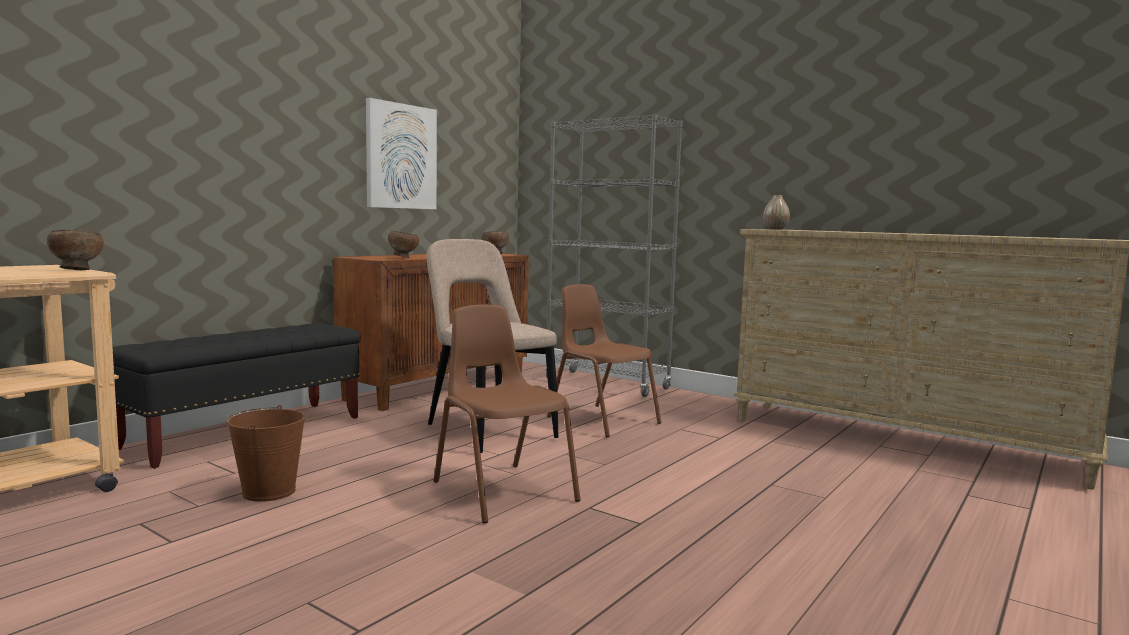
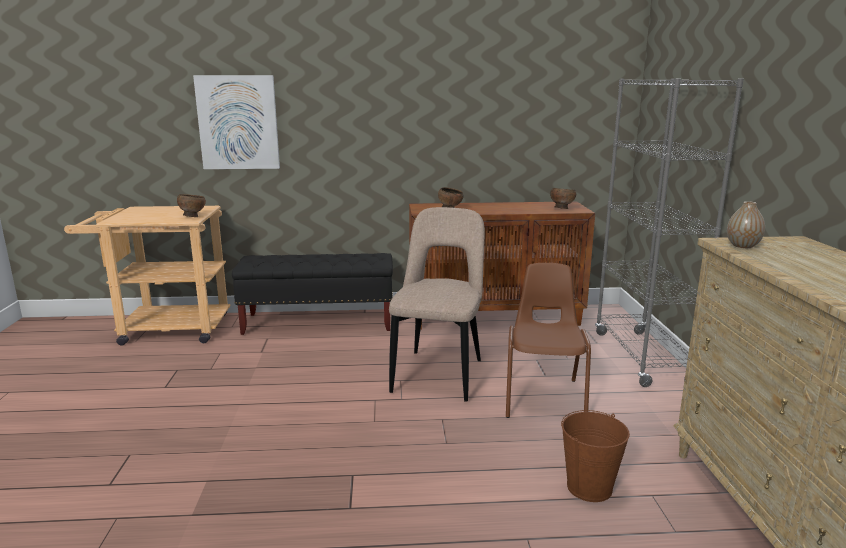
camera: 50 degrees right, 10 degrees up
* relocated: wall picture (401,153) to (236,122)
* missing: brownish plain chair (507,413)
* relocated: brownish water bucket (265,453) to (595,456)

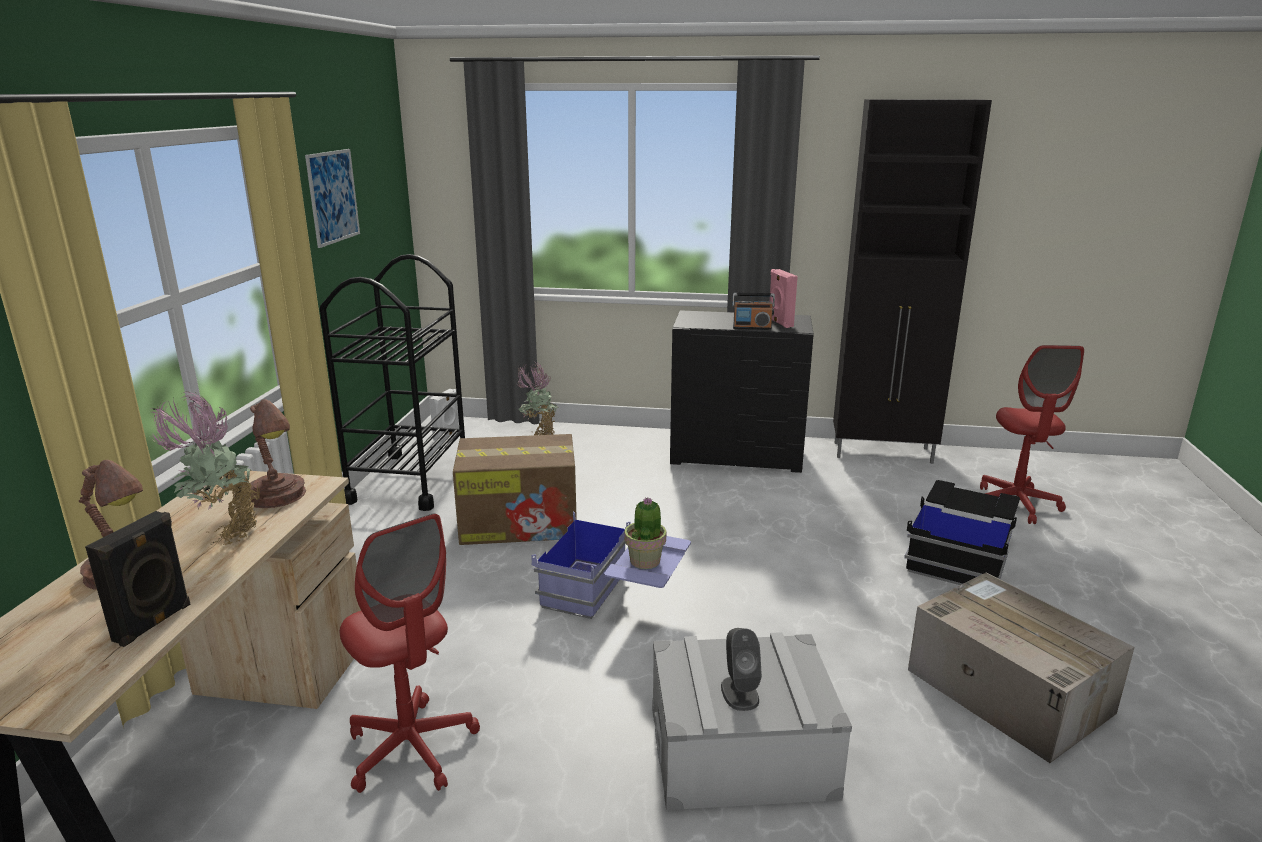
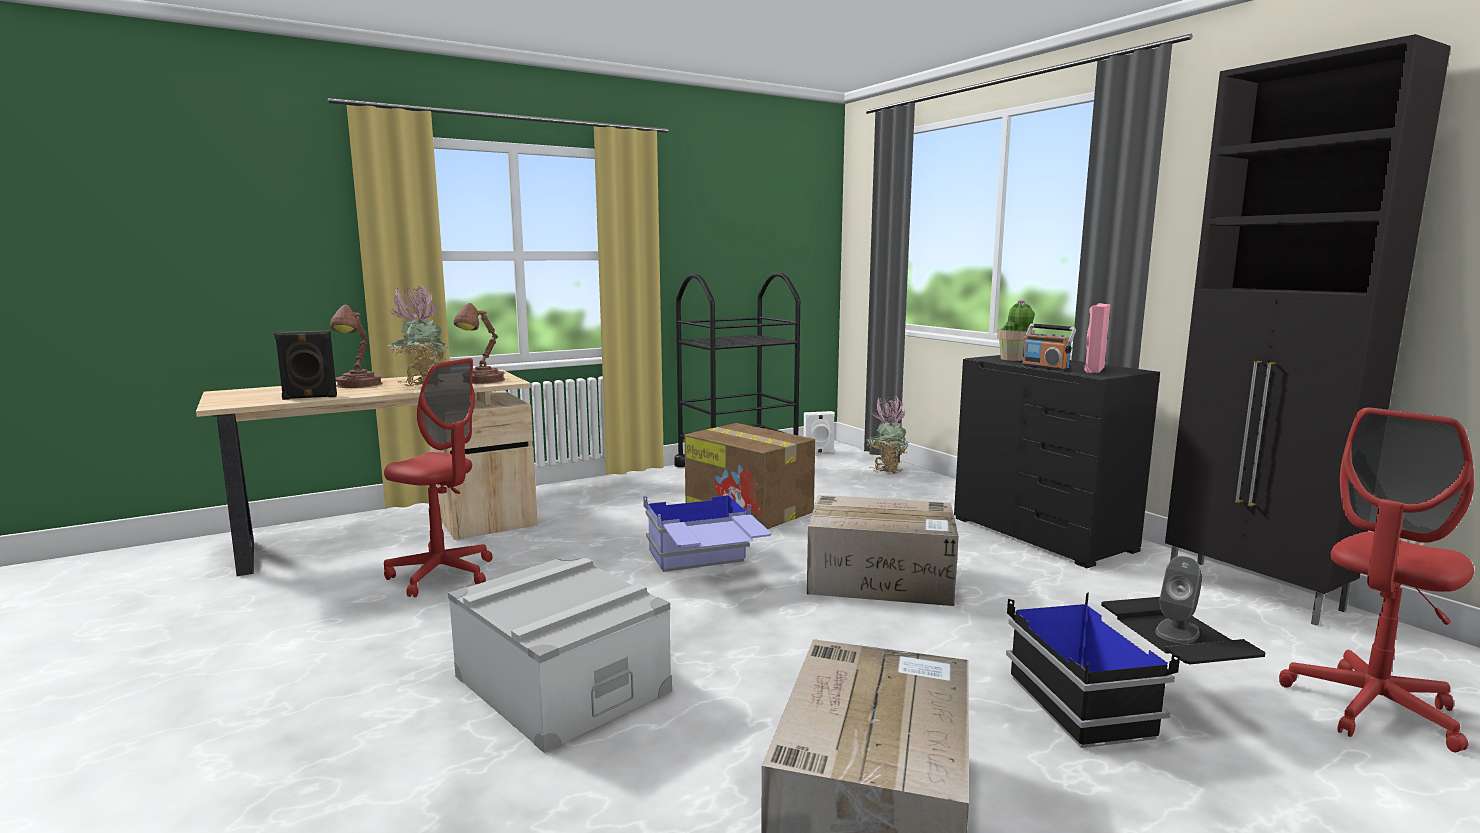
camera: 50 degrees right, 10 degrees down
* missing: wall picture (332,198)
* relocated: houseplant (645,533) to (1016,330)
* spun: red desk chair (410,653) = (438,477) 75 degrees counterclockwise
* relocated: grey speaker (741,669) to (1178,600)
* appeared: cardboard box (883,550)

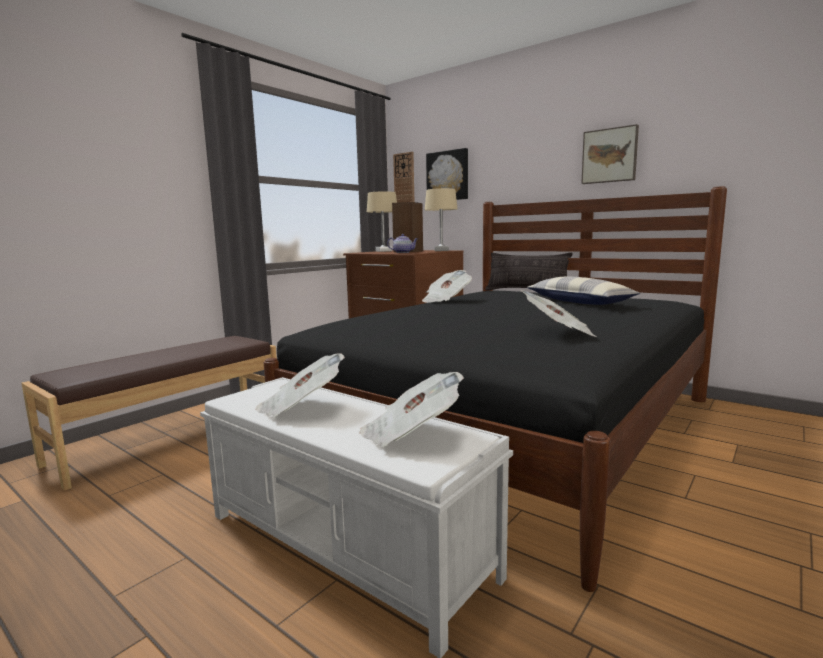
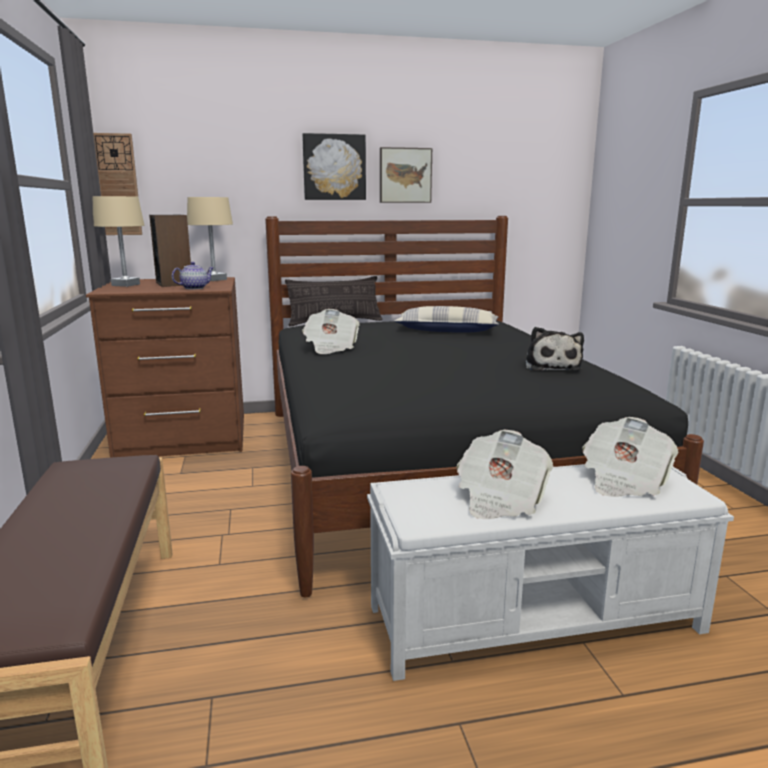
camera: 50 degrees left, 5 degrees up
* relocated: wall picture (447,174) to (334,166)
* exchanged: daily paper (558,313) to plush toy (554,349)

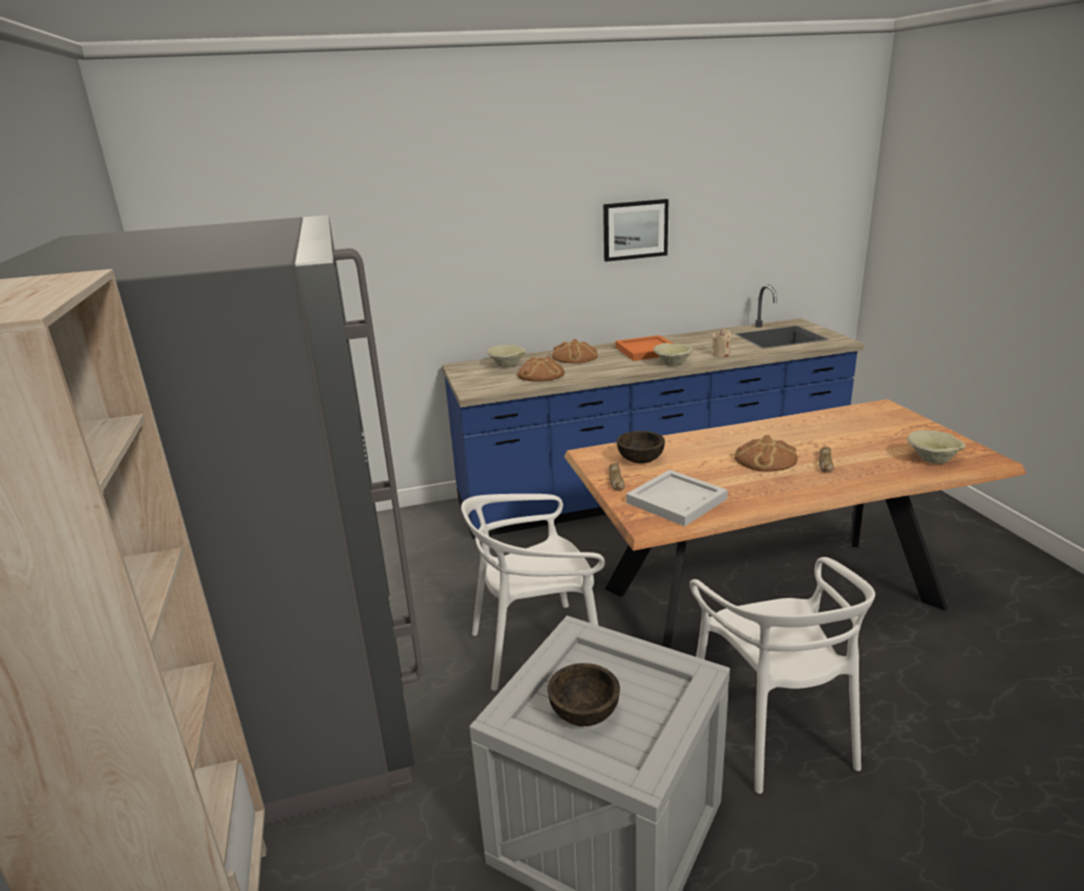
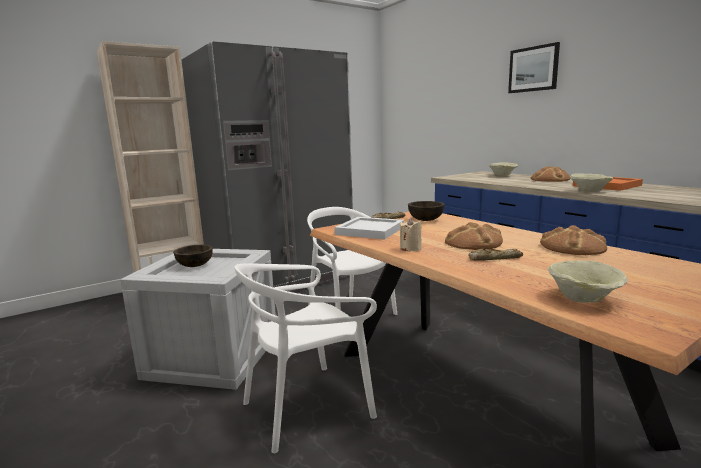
camera: 70 degrees right, 10 degrees down
* relocated: wall picture (636,230) to (534,67)
* relocated: beige-coloured wax light (721,343) to (411,234)
* relocated: bread (541,369) to (573,240)

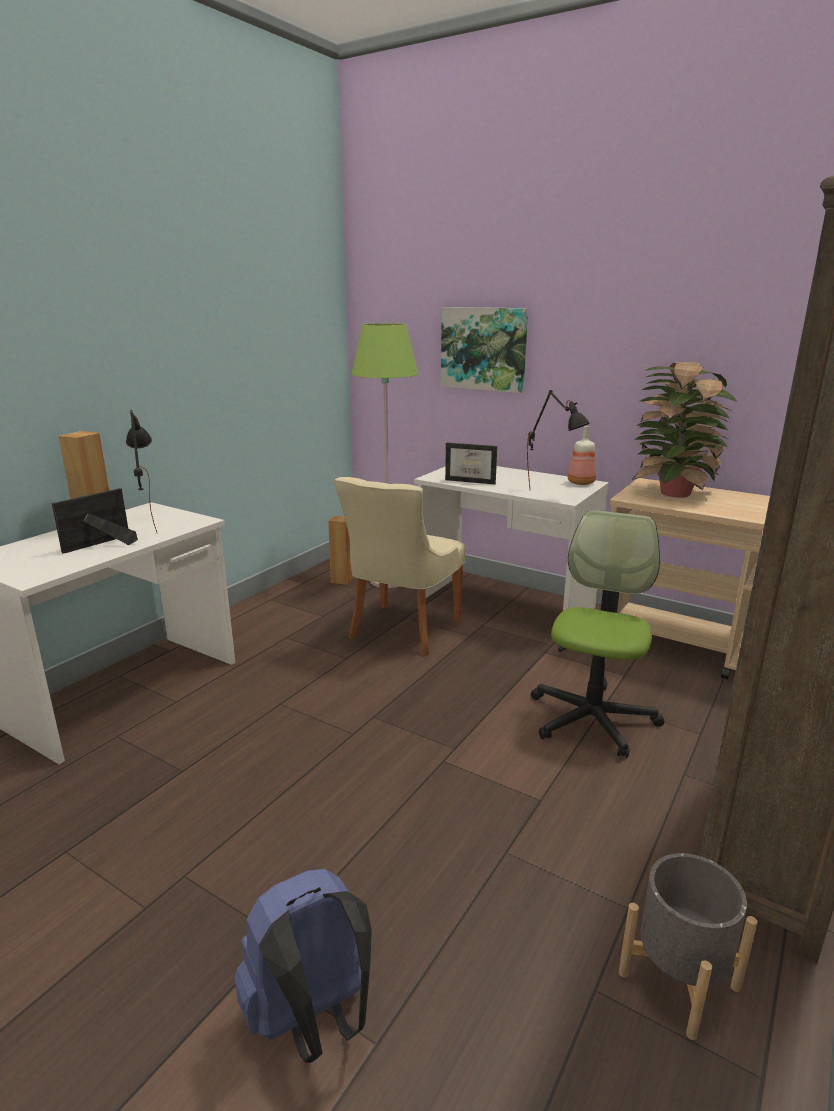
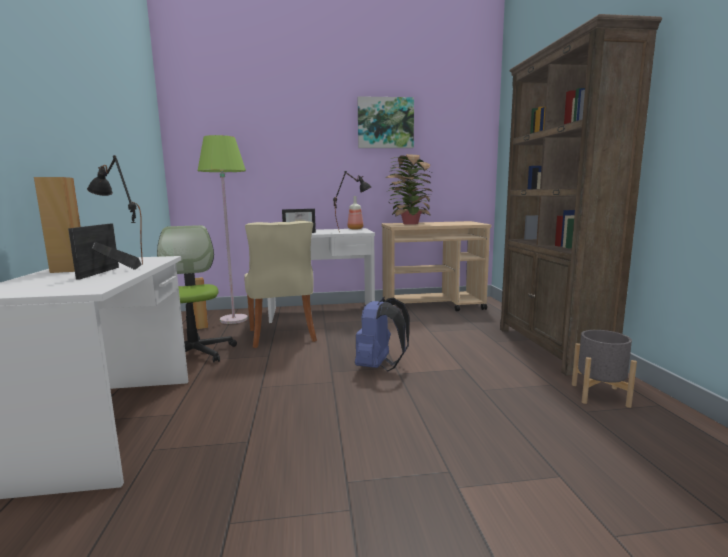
camera: 40 degrees left, 10 degrees down
* relocated: wall picture (484,350) to (385,122)
* relocated: desk chair (597,634) to (197,293)
* relocated: blue-coloured rucksack (303,966) to (382,334)

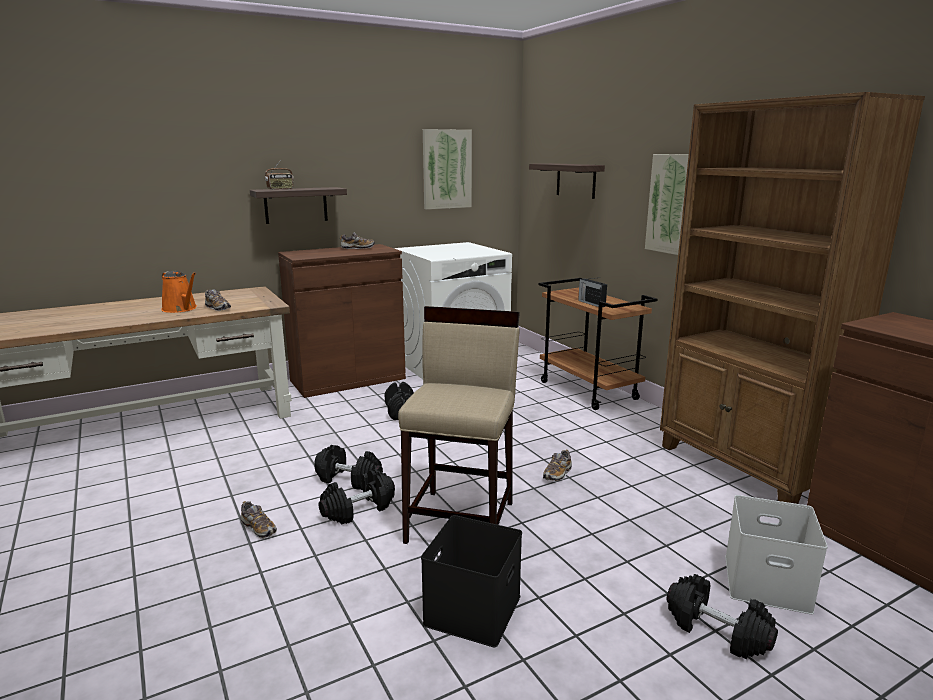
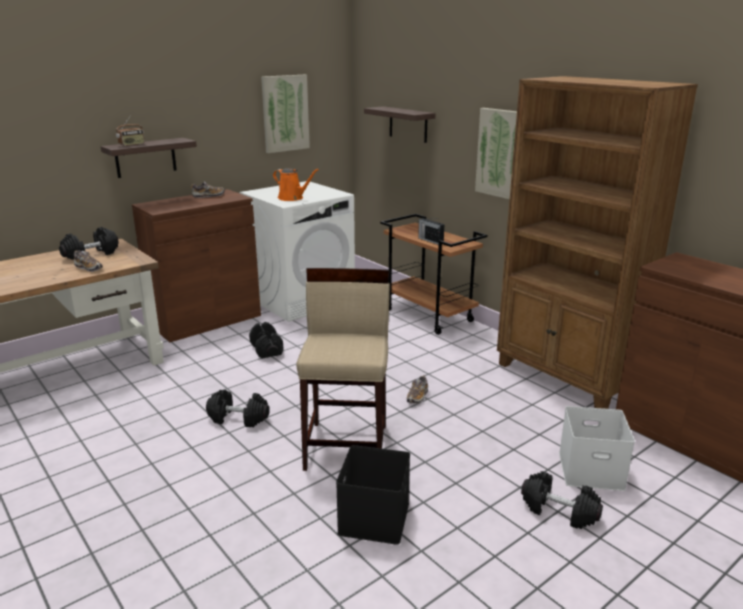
camera: 10 degrees left, 5 degrees up
* relocated: orangey watering pot (179,292) to (296,184)
* relocated: black free weight (357,496) to (89,243)
* missing: item of footwear (259,520)

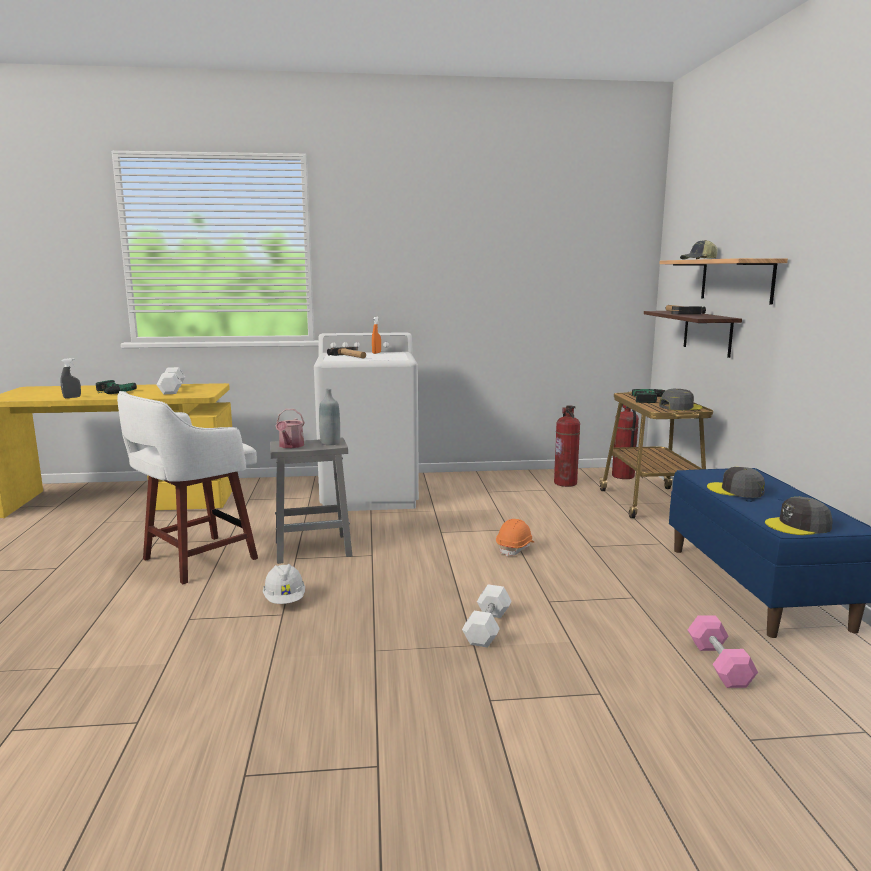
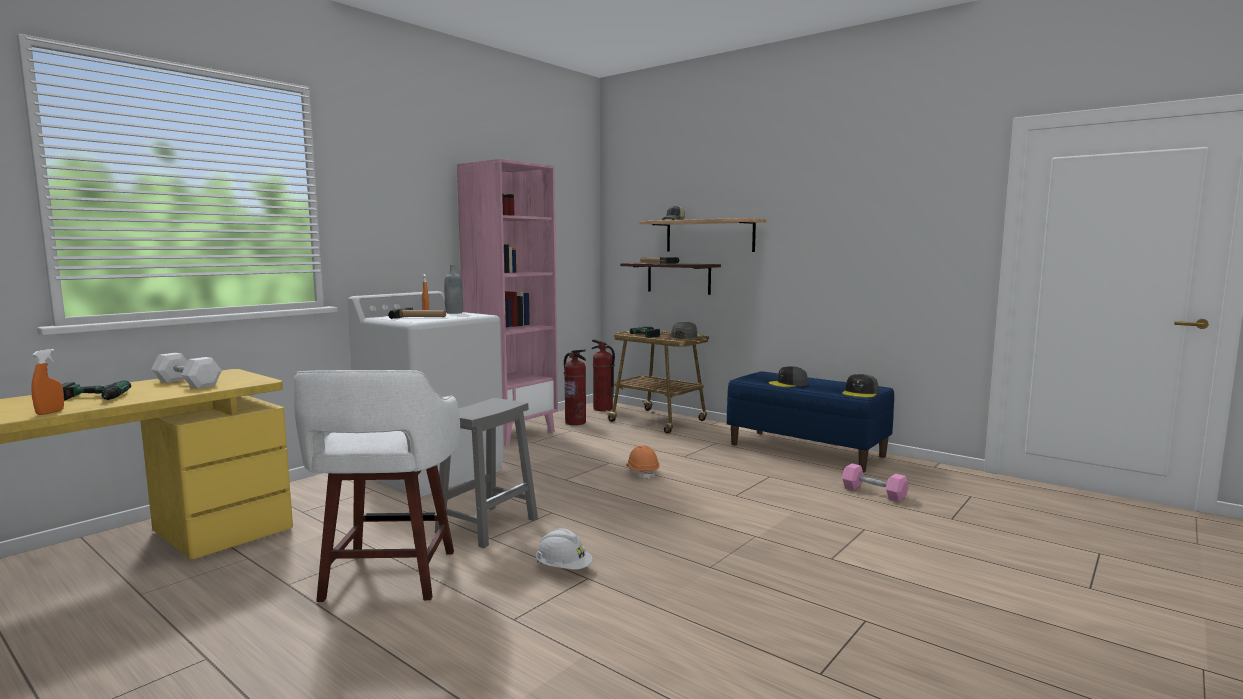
camera: 45 degrees left, 5 degrees down
* colour: grey spray bottle (71,378) to orangey spray bottle (47,382)
* relocated: grey drink bottle (329,417) to (453,289)
* missing: watering pot (290,428)
* missing: whitish free weight (486,616)
* appeared: pinkish shelving unit (507,302)

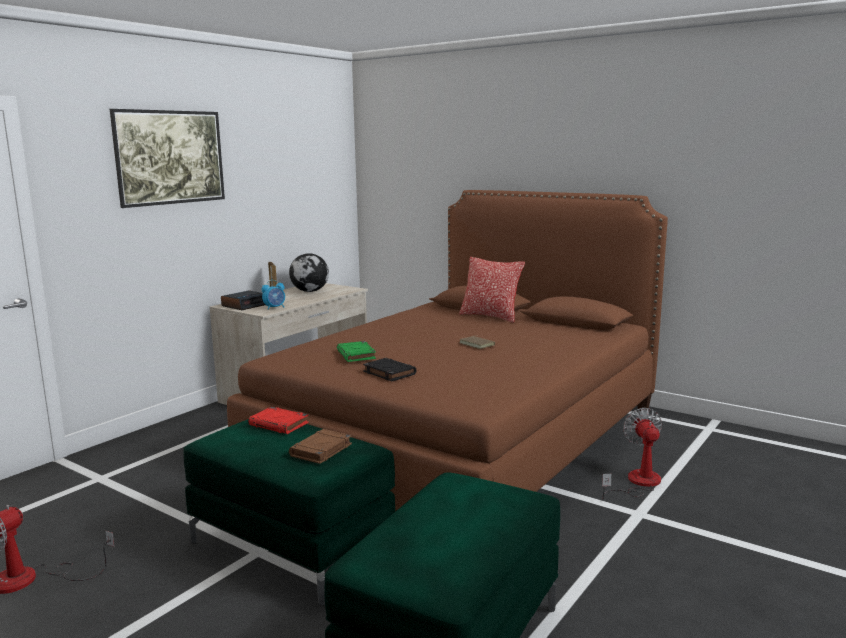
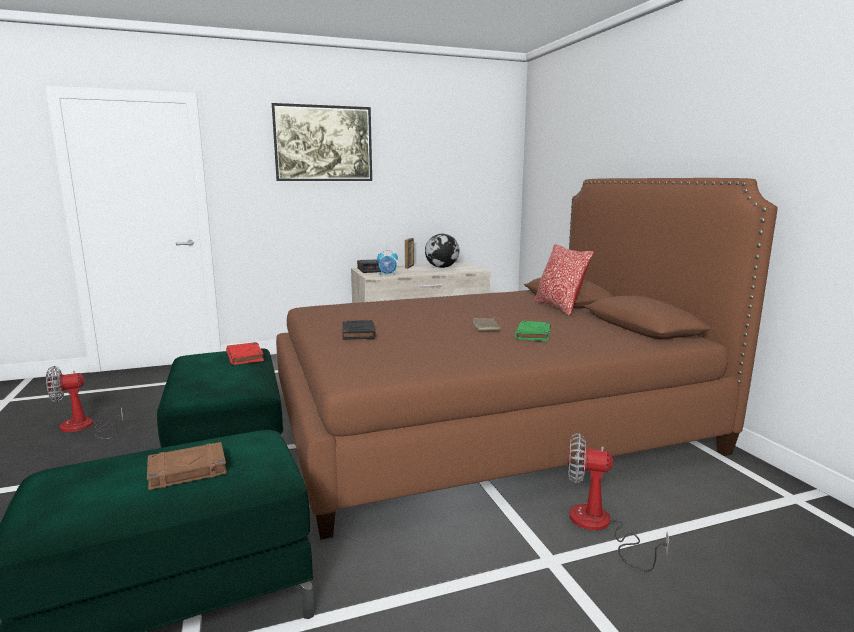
camera: 35 degrees right, 0 degrees up
* relocated: green-coloured book (356,351) to (533,331)
* spun: fan (632,453) = (618,502) 105 degrees counterclockwise
* relocated: brownish book (320,446) to (187,466)

